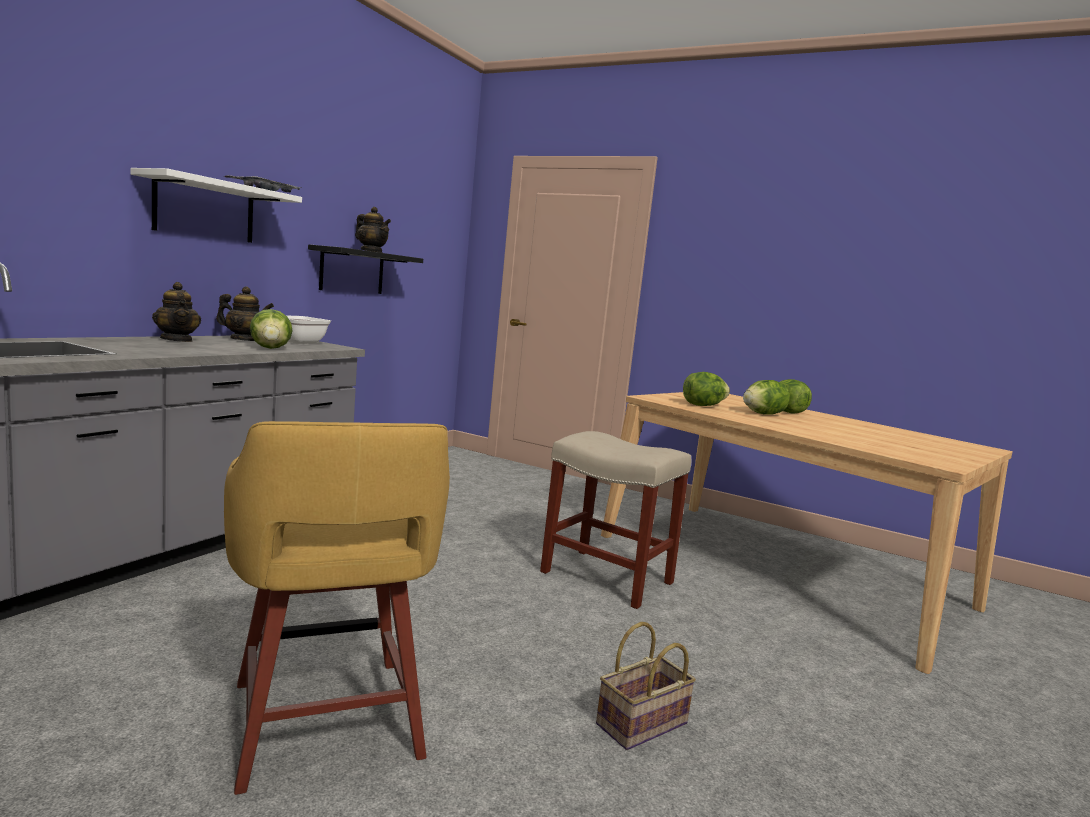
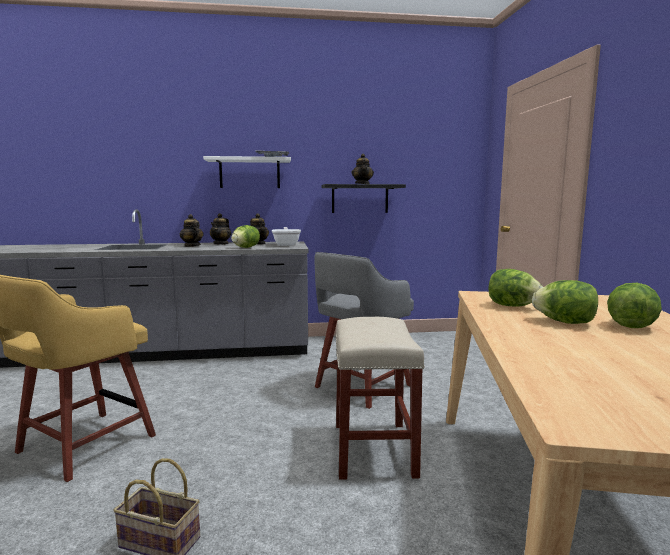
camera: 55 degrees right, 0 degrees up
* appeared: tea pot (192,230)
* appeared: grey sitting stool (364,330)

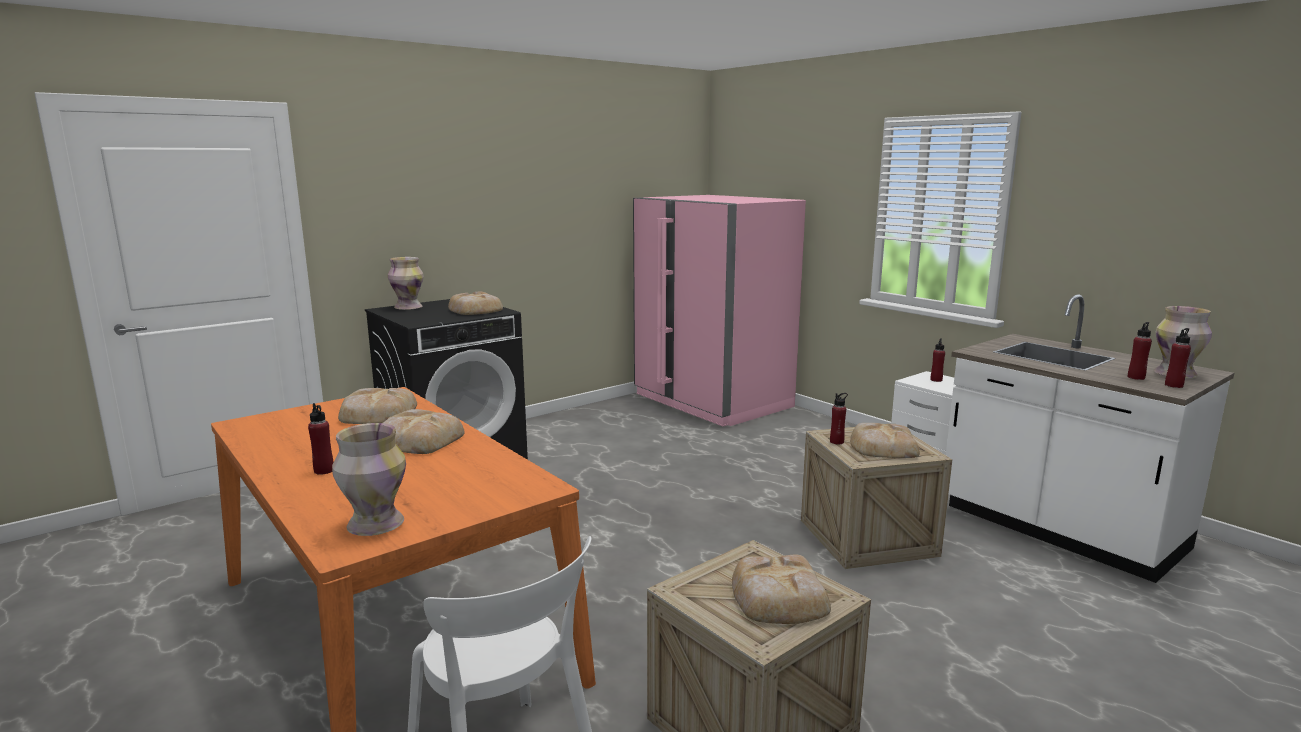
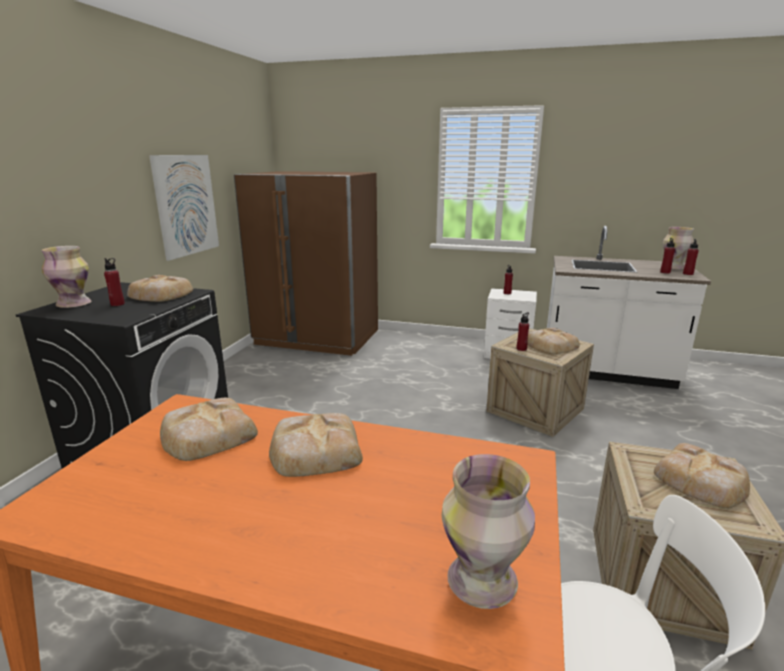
camera: 35 degrees left, 5 degrees up
* colour: pinkish kitchen fridge (719,310) to brownish kitchen fridge (306,263)
* relocated: red drink bottle (321,439) to (114,282)
* appeared: wall picture (184,208)

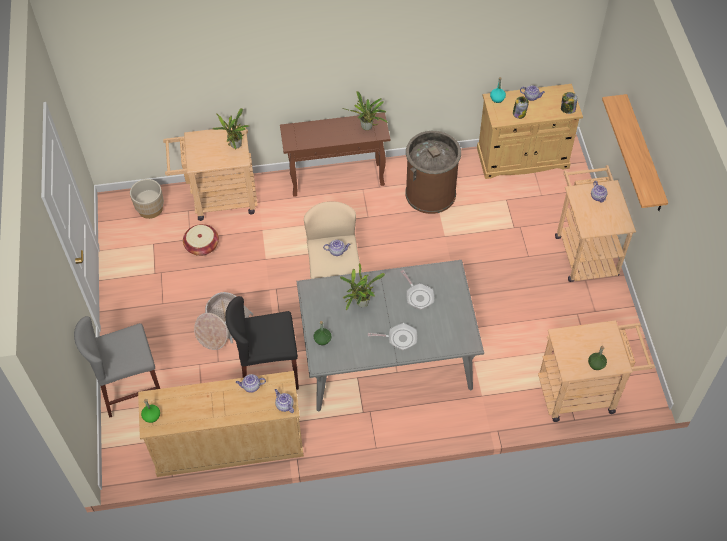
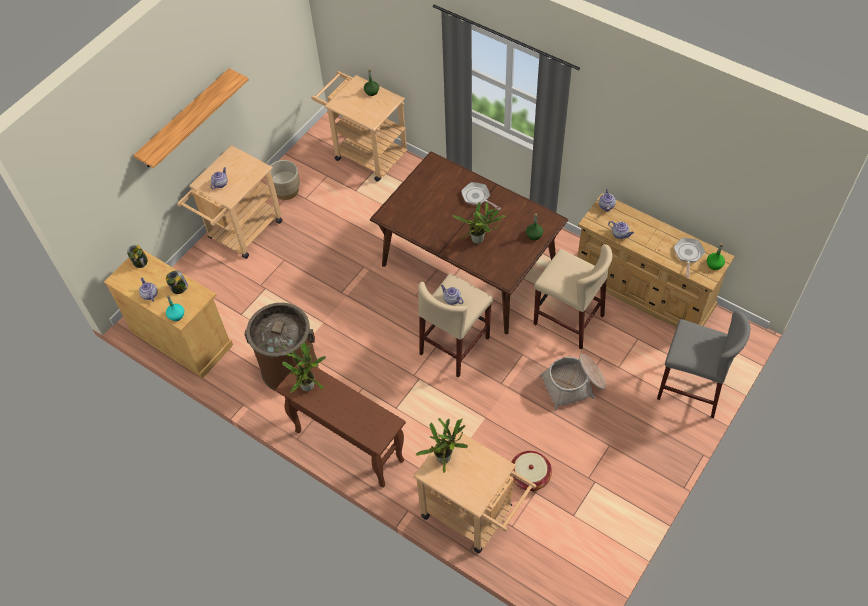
camera: 135 degrees left, 0 degrees up
* relocated: beige-coloured flower pot (147,199) to (285,180)
* colour: grey dinner table (390,335) to brownish dinner table (469,242)
* relocated: frying pan (417,290) to (689,257)
* colour: black sitting stool (262,343) to beige-coloured sitting stool (573,297)

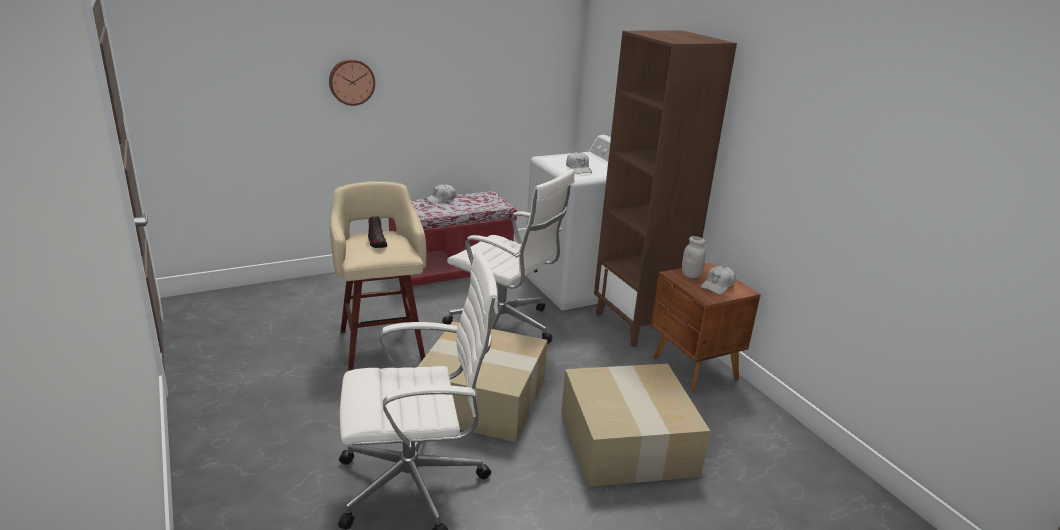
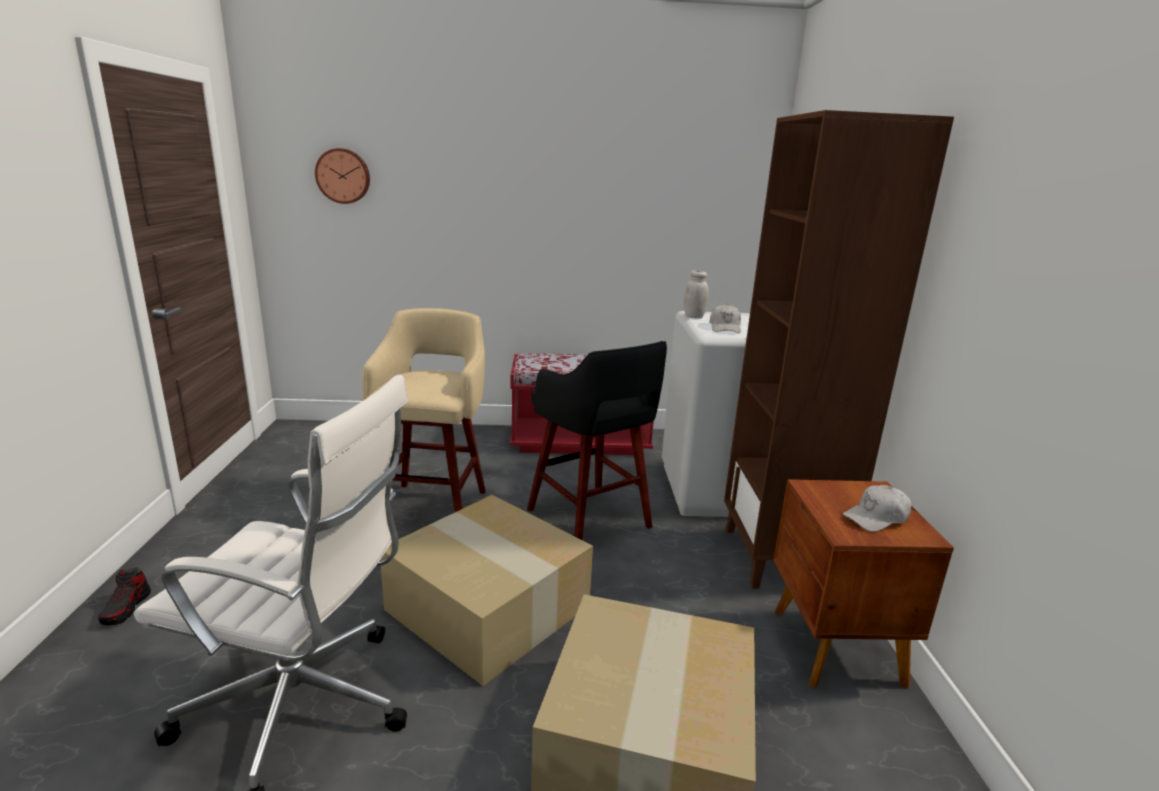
camera: 25 degrees right, 5 degrees down
* relocated: wall clock (352,82) to (342,176)
* exchanged: whitish desk chair (508,256) to black sitting stool (597,440)
* missing: whitish cap (440,194)
* relocated: item of footwear (377,232) to (124,596)
* relocated: whitish storage jar (693,257) to (696,294)

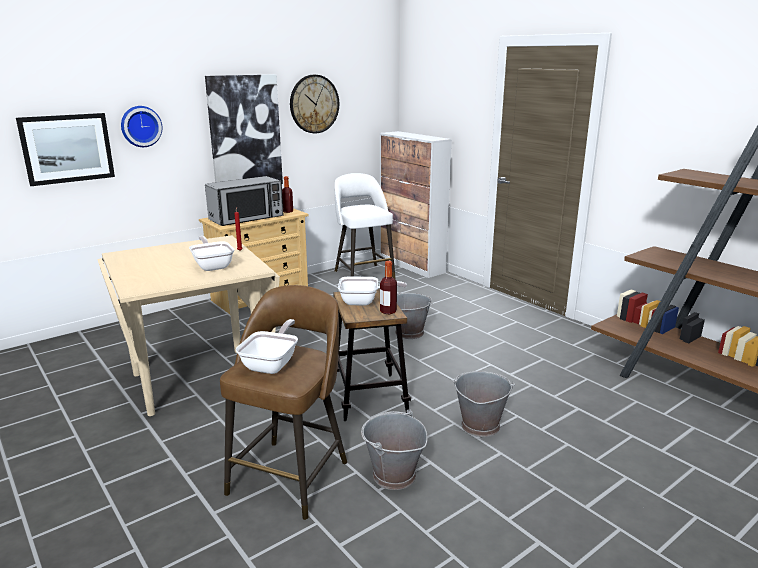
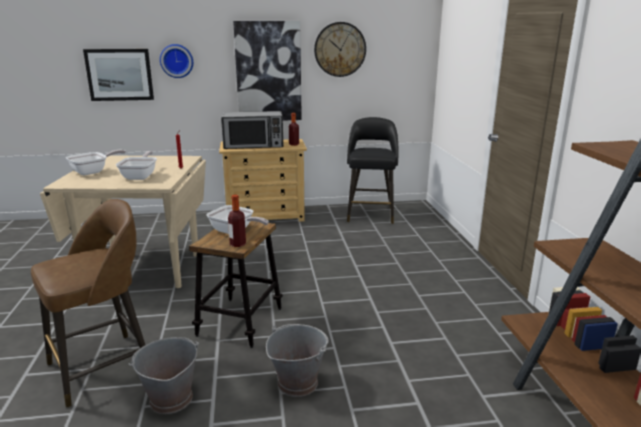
camera: 30 degrees right, 0 degrees up
* missing: cabinet (416,204)
* colour: whitish sitting stool (365,225) to black sitting stool (372,170)
* missing: grey water bucket (413,316)
* relocated: frying pan (267,346) to (96,162)

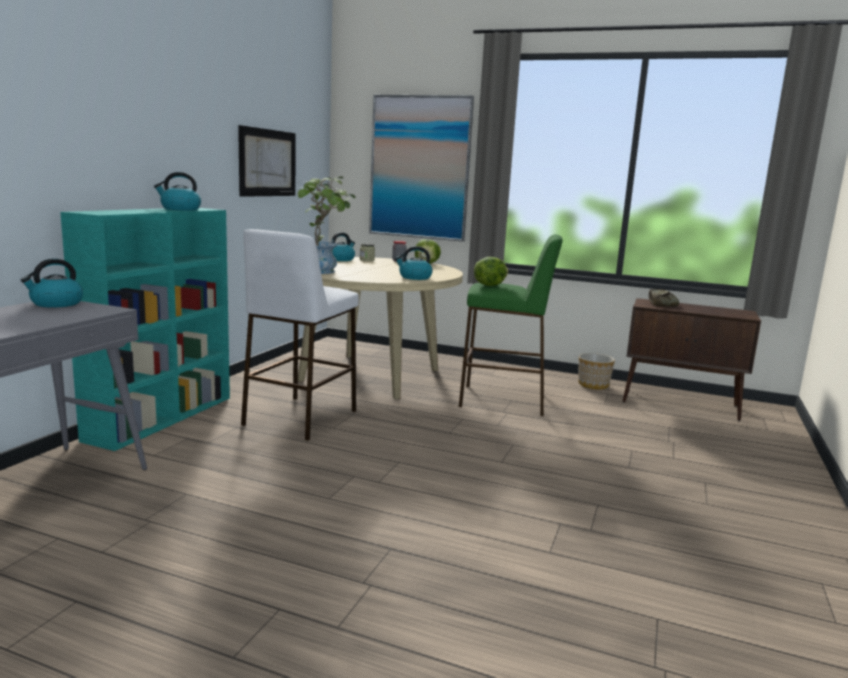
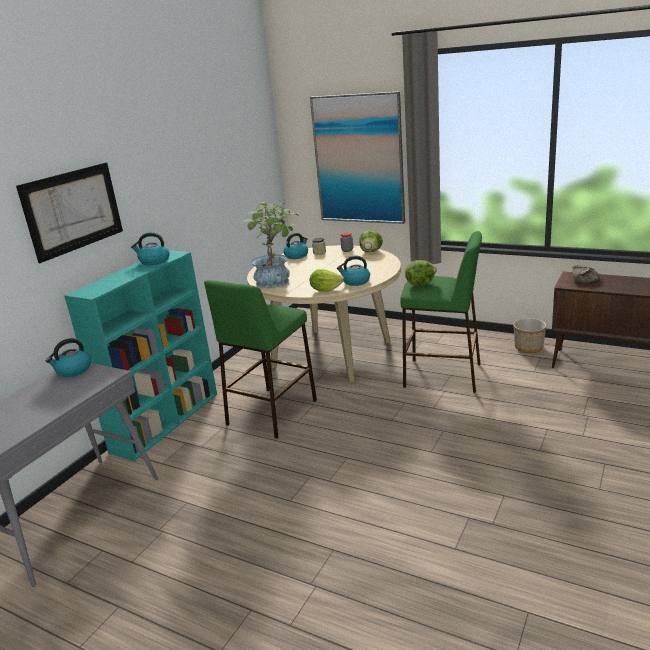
camera: 10 degrees right, 10 degrees up
* relocated: wall picture (267,161) to (69,212)
* colour: whitish sitting stool (300,335) to green-coloured sitting stool (260,359)
* appeared: lettuce head (327,280)

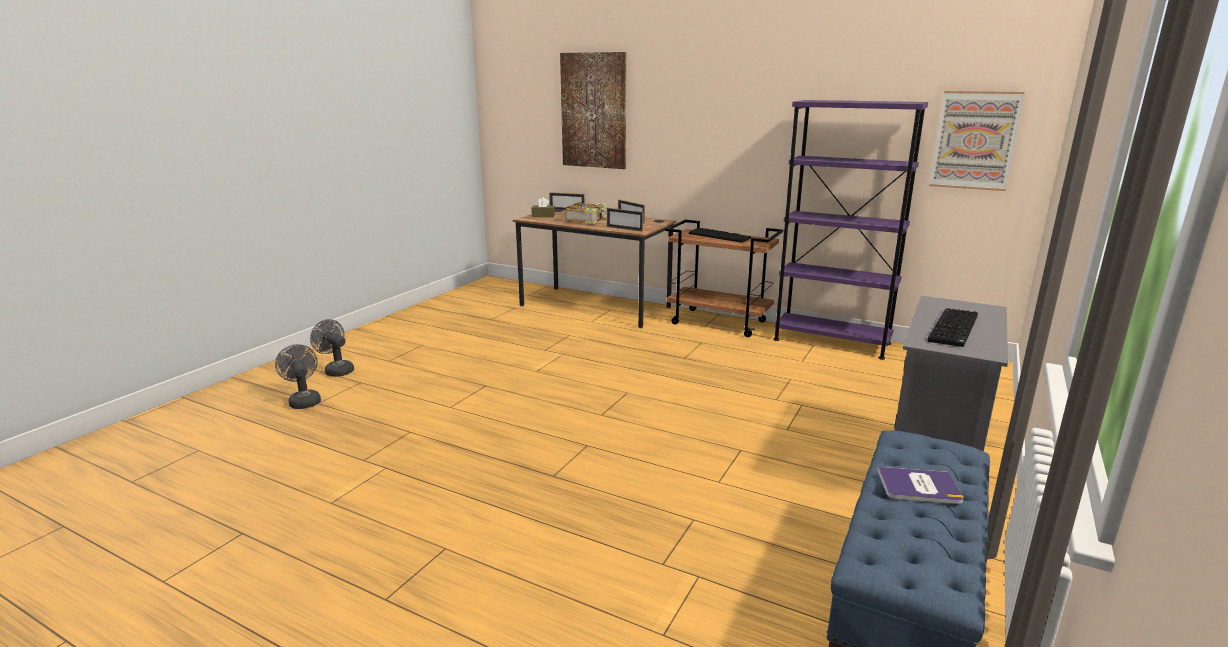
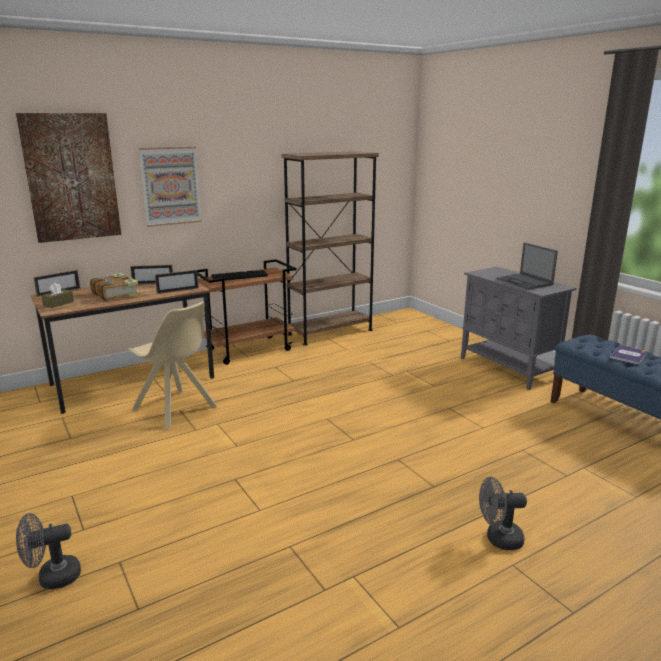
camera: 60 degrees left, 0 degrees up
* relocated: wall picture (977,141) to (170,186)
* colour: purplish shelving unit (850,230) to brownish shelving unit (330,248)
* exchanged: PC keyboard (952,327) to laptop (527,266)
* relocated: grey fan (298,376) to (503,513)
* appeared: beige-coloured plain chair (172,365)

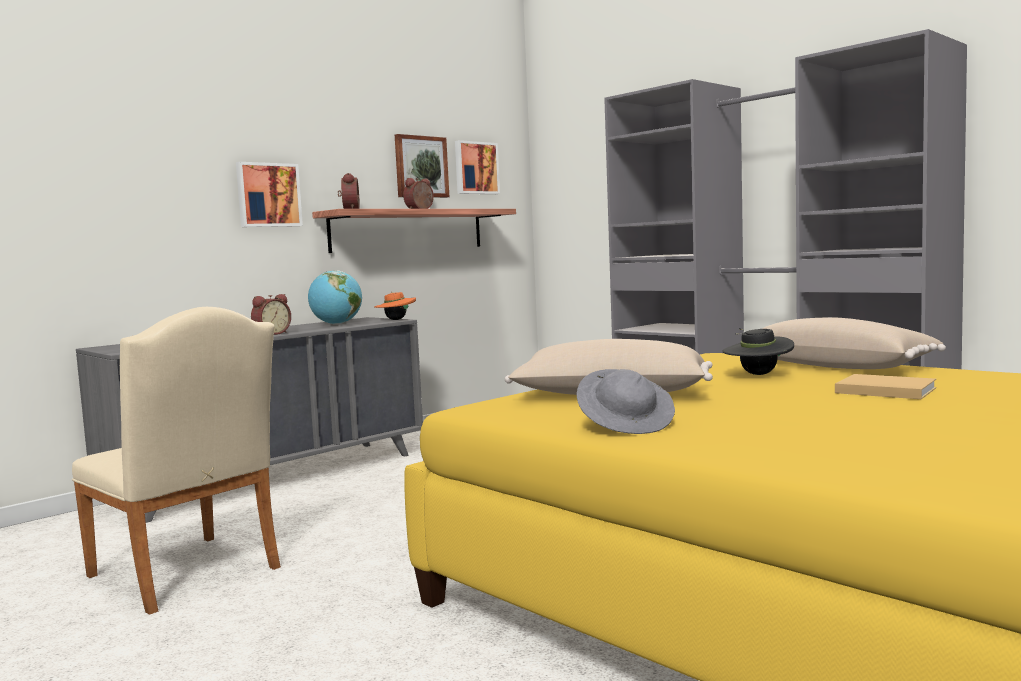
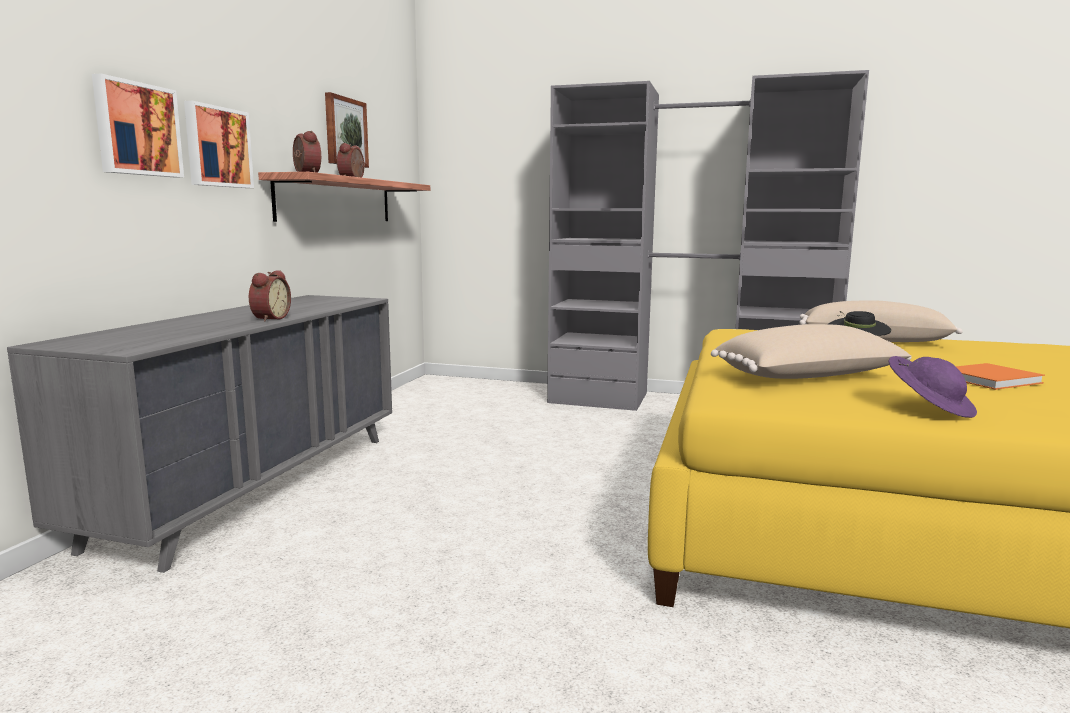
camera: 30 degrees left, 5 degrees up
* relocated: wall picture (477,167) to (138,125)
* missing: globe (335,297)
* missing: orangey hat (395,306)
* missing: beige-coloured plain chair (176,461)
* colour: grey hat (625,401) to purplish hat (932,387)
* missing: beige-coloured book (885,386)
* appeared: orangey book (1000,376)

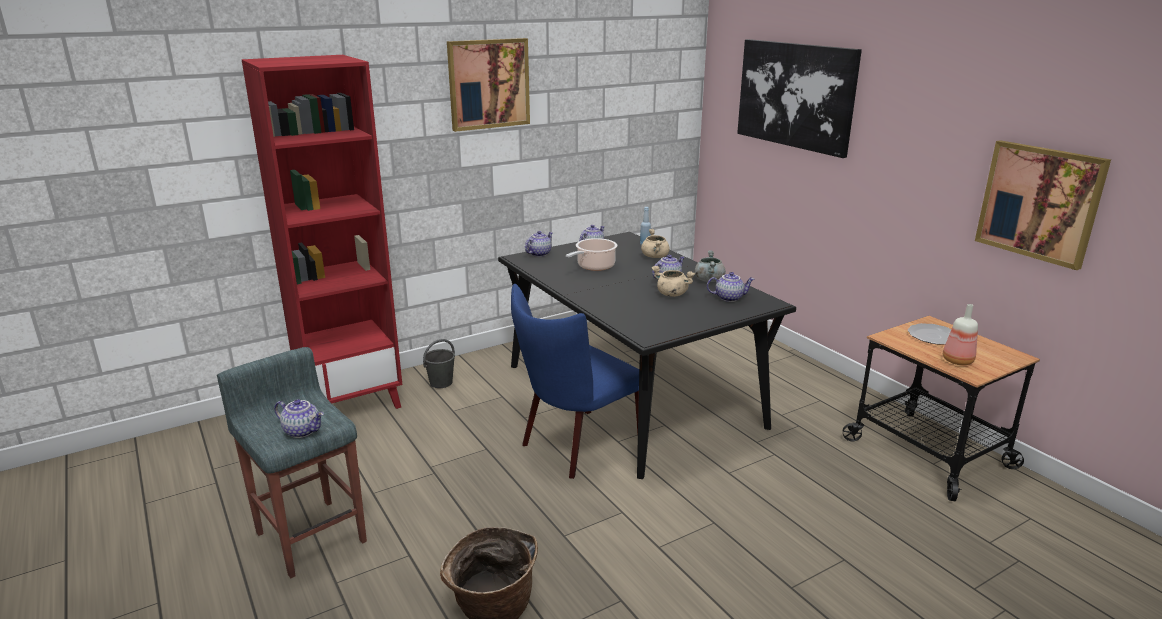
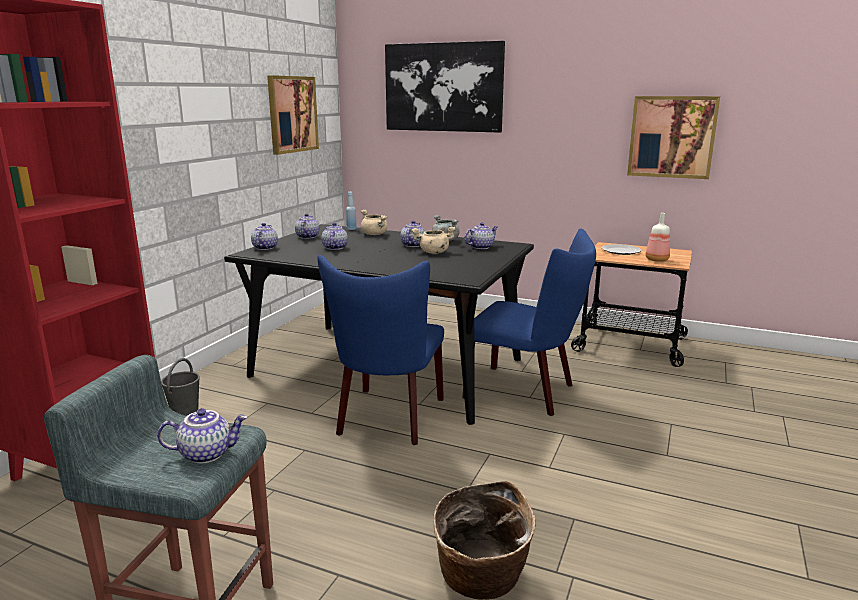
camera: 35 degrees left, 5 degrees down
* relocated: wall picture (488,85) to (293,115)
* exchanged: saucepot (592,254) to tea pot (335,236)
* appeared: blue-coloured plain chair (529,322)

